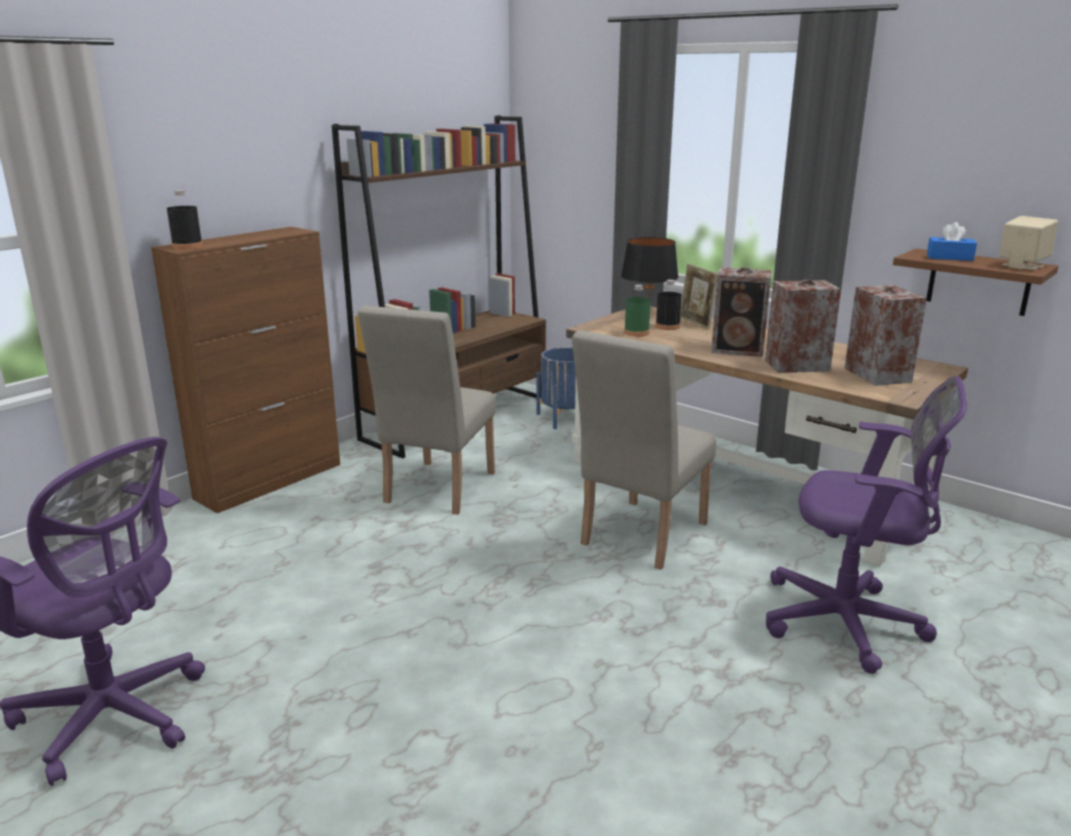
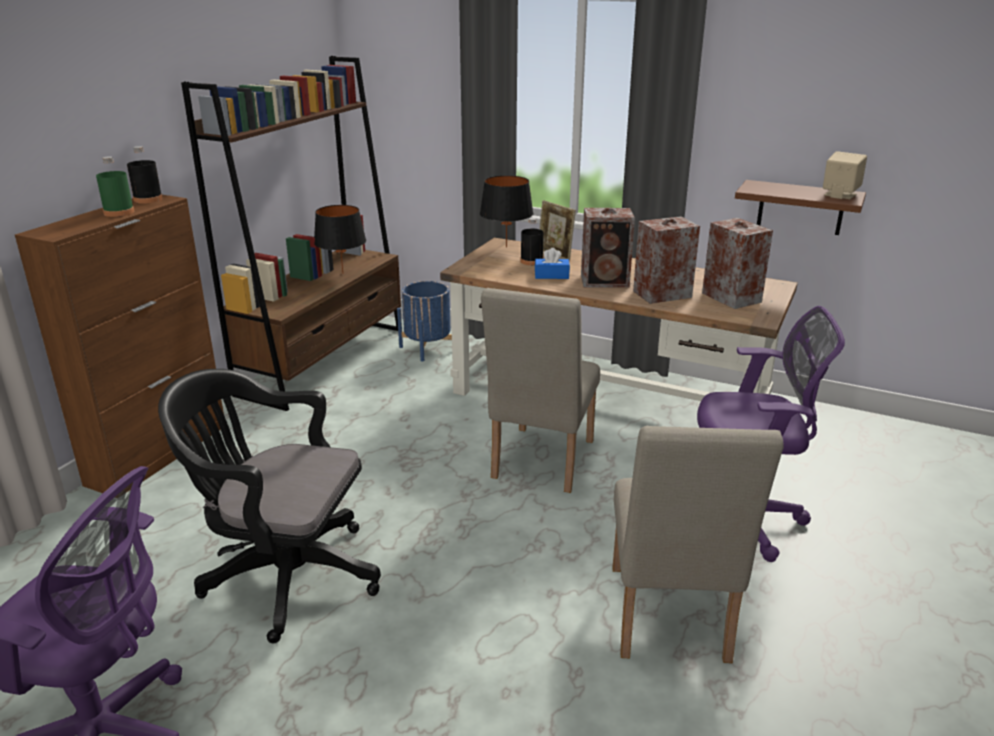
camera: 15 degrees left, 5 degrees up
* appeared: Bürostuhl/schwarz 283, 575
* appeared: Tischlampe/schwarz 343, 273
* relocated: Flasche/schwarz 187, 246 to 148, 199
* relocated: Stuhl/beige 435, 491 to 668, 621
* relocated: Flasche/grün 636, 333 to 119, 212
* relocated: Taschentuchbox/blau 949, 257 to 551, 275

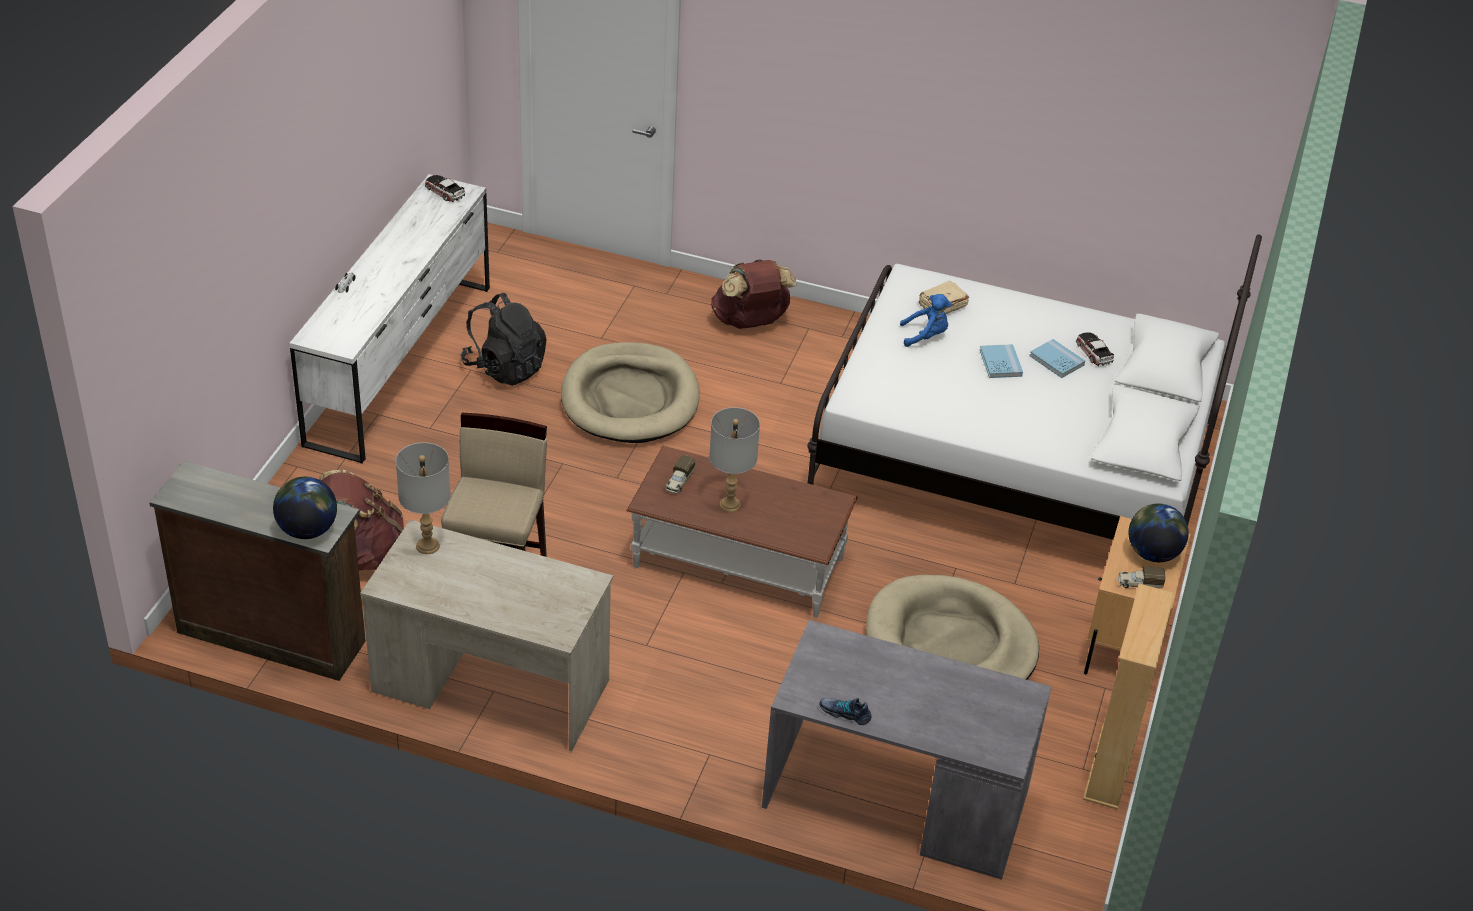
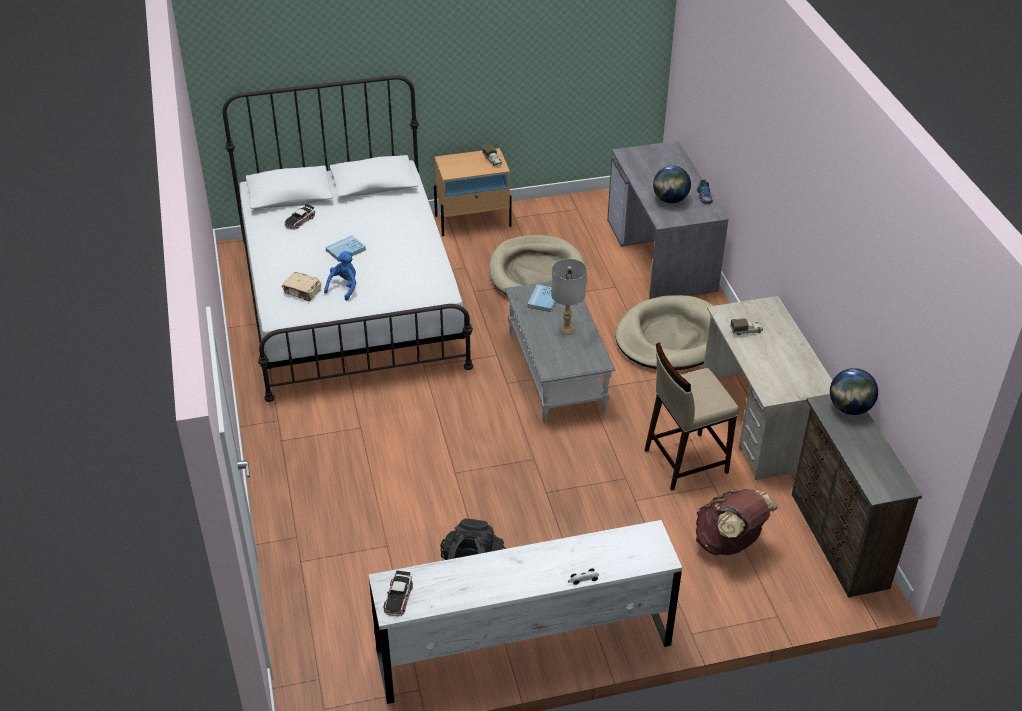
camera: 120 degrees left, 0 degrees up
* missing: Tischlampe/grau 427, 546
* missing: Rucksack/braun 750, 322
* missing: Bücherregal/beige 1110, 767
* relocated: Hundebett/beige 630, 399 to 671, 338
* relocated: Spielzeuglaster 679, 482 to 746, 331
* relocated: Buch/blau 1056, 360 to 544, 299
* relocated: Globus 1152, 553 to 670, 200
* colour: Couchtisch/braun 738, 563 to Couchtisch/grau 556, 371
* spun: Plüschtier/blau 926, 336 = 344, 287 60 degrees clockwise

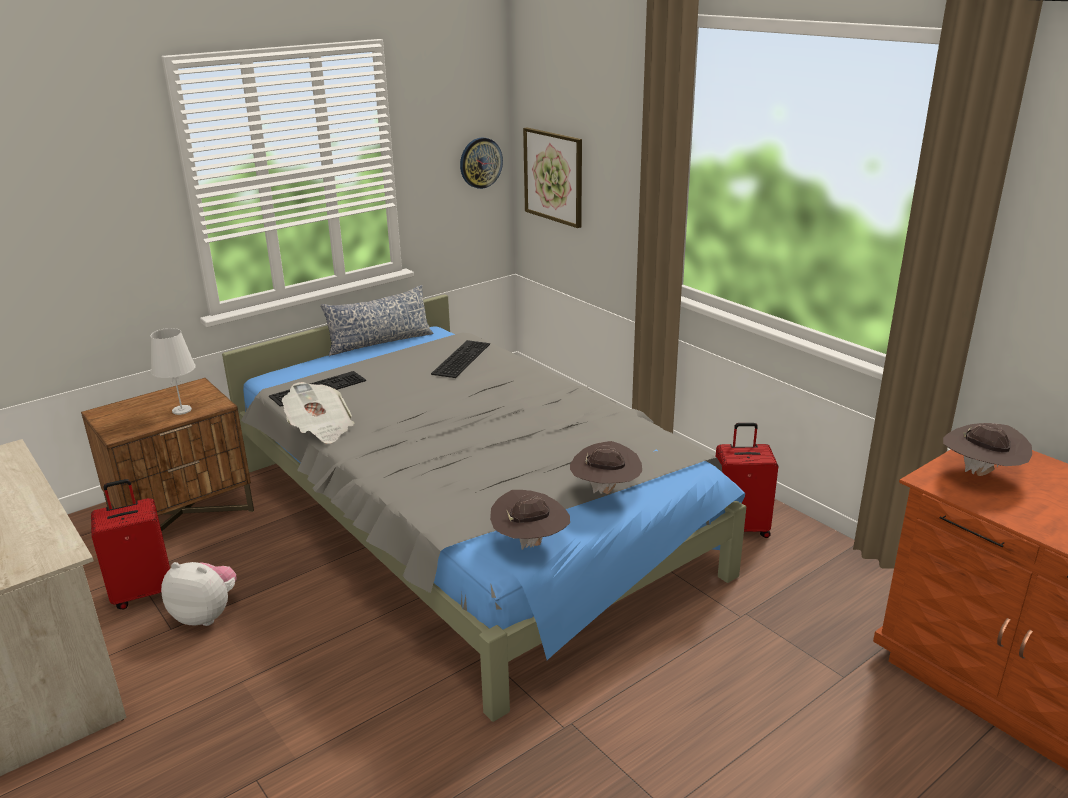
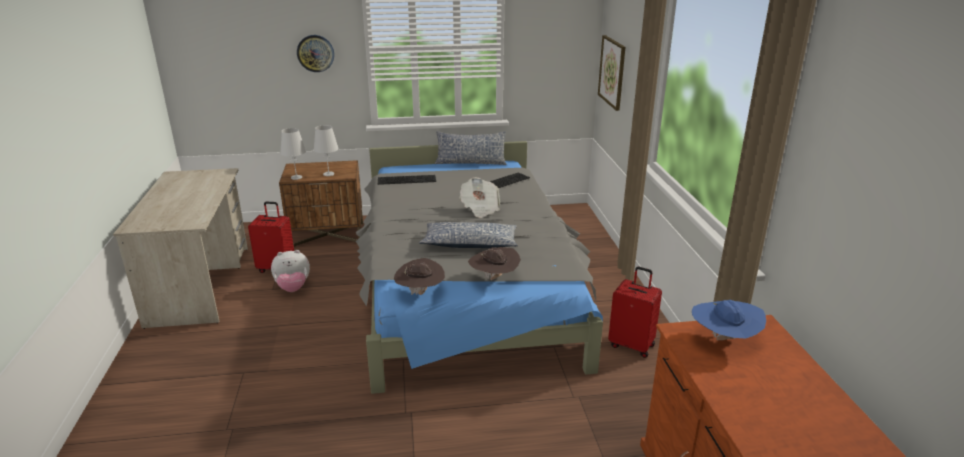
camera: 30 degrees right, 0 degrees up
* appeared: Tischlampe/weiß 296, 177
* appeared: Kissen 469, 244
* relocated: Zeitung 320, 428 to 480, 208
* relocated: Wanduhr 480, 163 to 315, 53
* colour: Hut/braun 980, 474 to Hut/blau 723, 340
* spun: Plüschtier 206, 615 = 293, 288 120 degrees clockwise

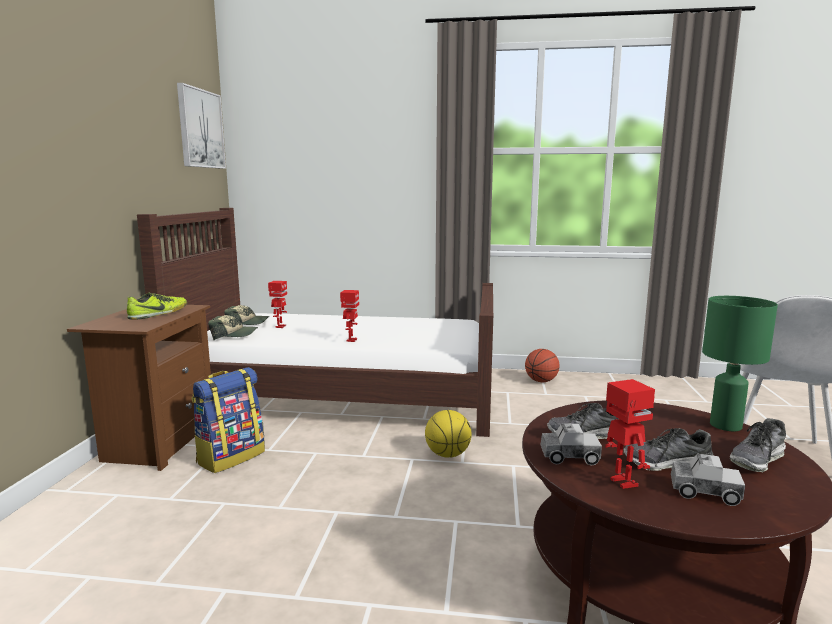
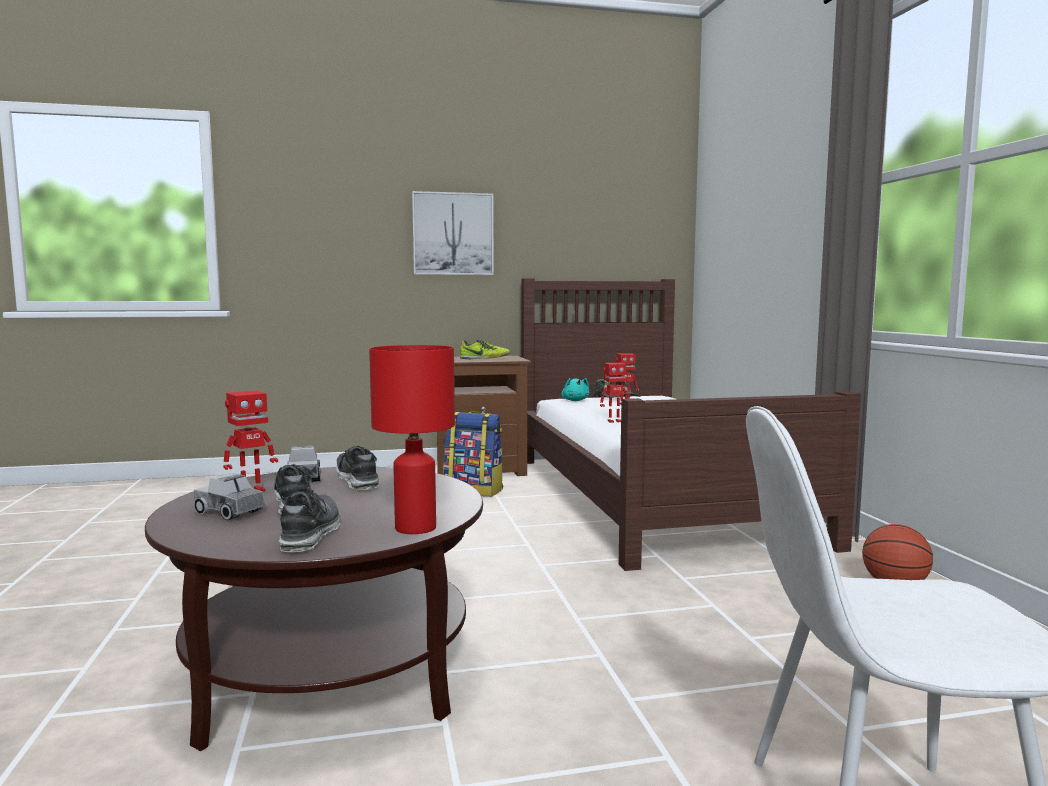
camera: 70 degrees right, 5 degrees down
* missing: Basketball 447, 454
* relocated: Bild 200, 129 to 453, 234
* exchanged: Kappe 234, 335 to Plüschtier/türkis 575, 400
* colour: Tischlampe/grün 726, 425 to Tischlampe/rot 415, 528
* spun: Spielzeuglaster 704, 492 = 230, 512 120 degrees clockwise
* spun: Schuh 757, 459 = 310, 534 60 degrees clockwise

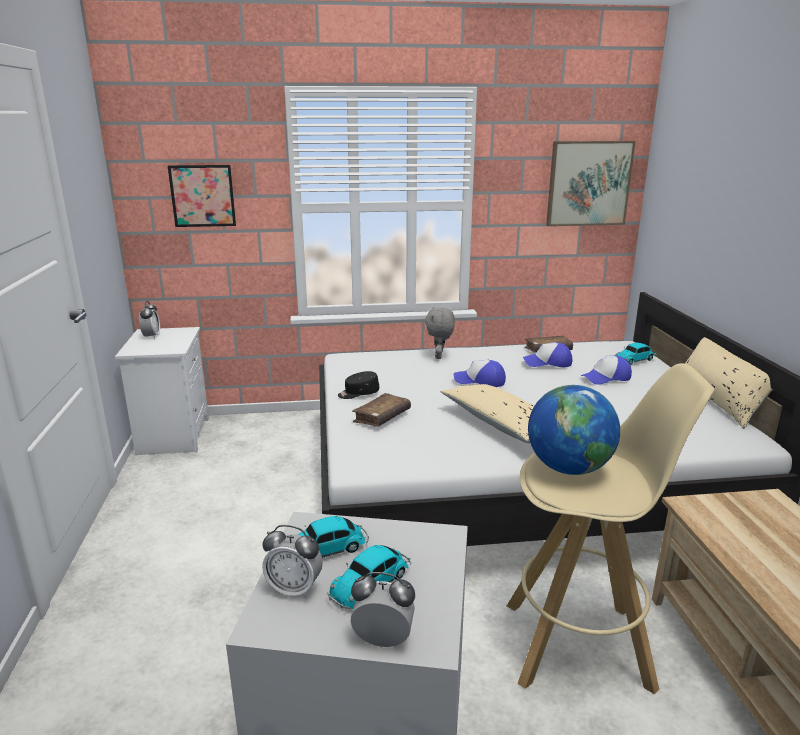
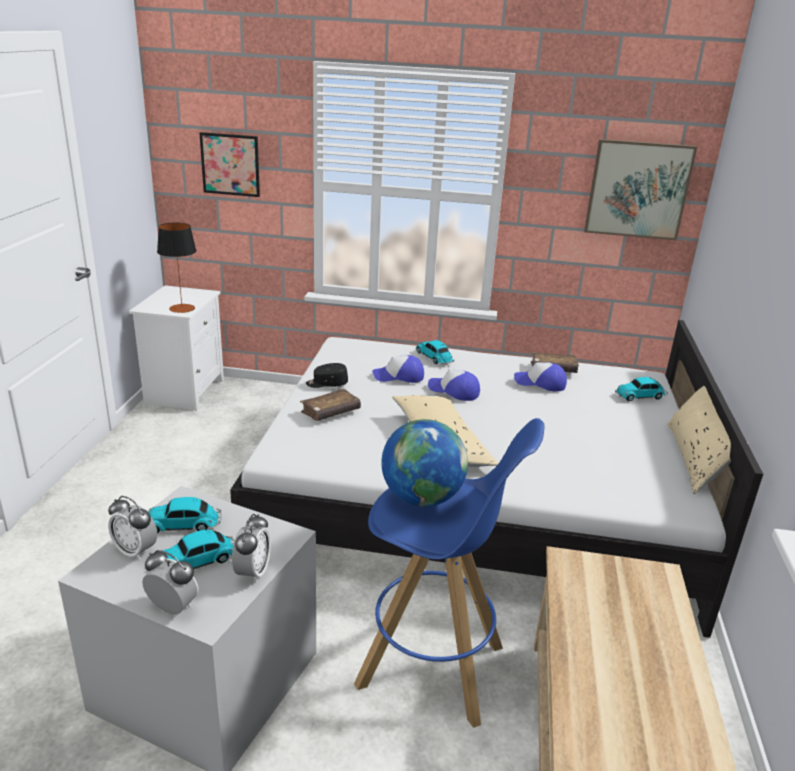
camera: 15 degrees right, 5 degrees up
* appeared: Tischlampe 182, 308
* relocated: Wecker 151, 336 to 252, 572
* relocated: Kappe 606, 378 to 399, 376
* exchanged: Plüschtier/grau 439, 356 to Spielzeugauto 434, 357
* colour: Hocker/beige 579, 645 to Hocker/blau 433, 666

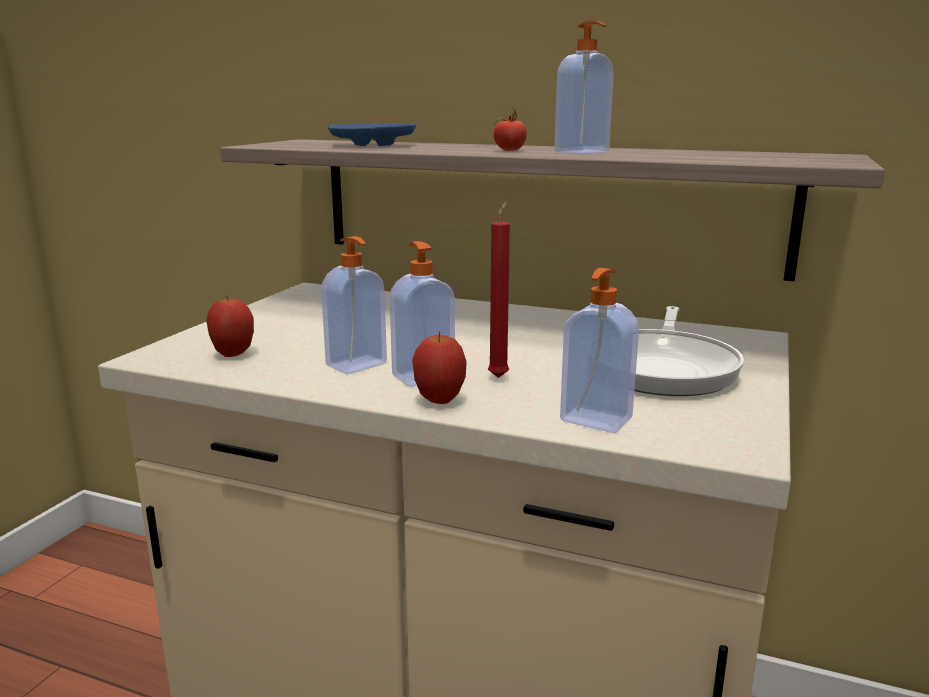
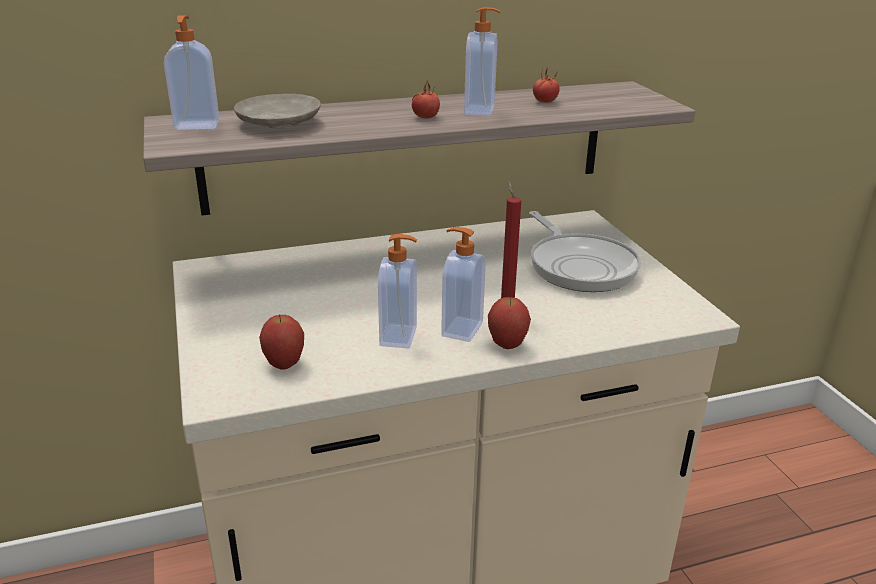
camera: 40 degrees left, 10 degrees up
* appeared: Tomate 545, 102
* relocated: Seifenspender 595, 421 to 197, 125
* colour: Teller/blau 371, 145 to Teller/beige 278, 123

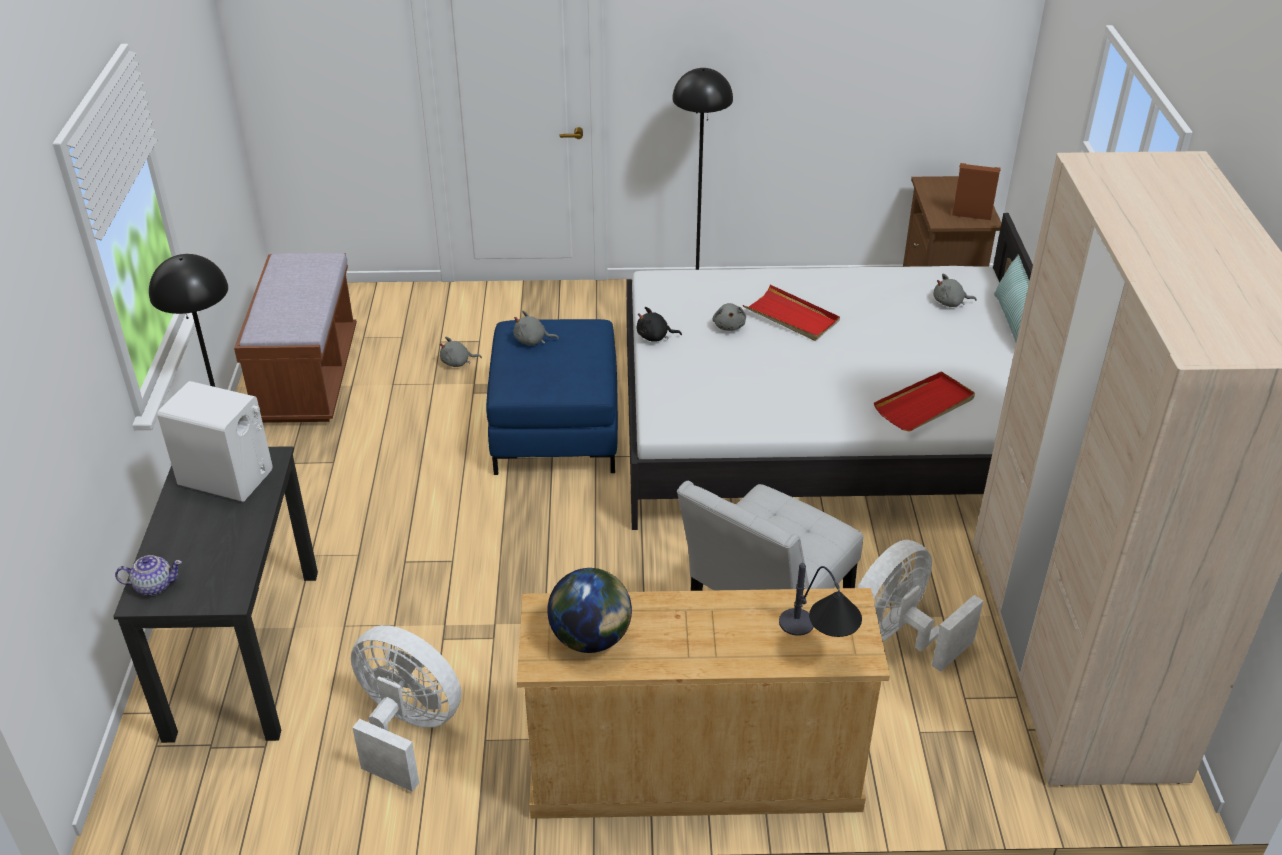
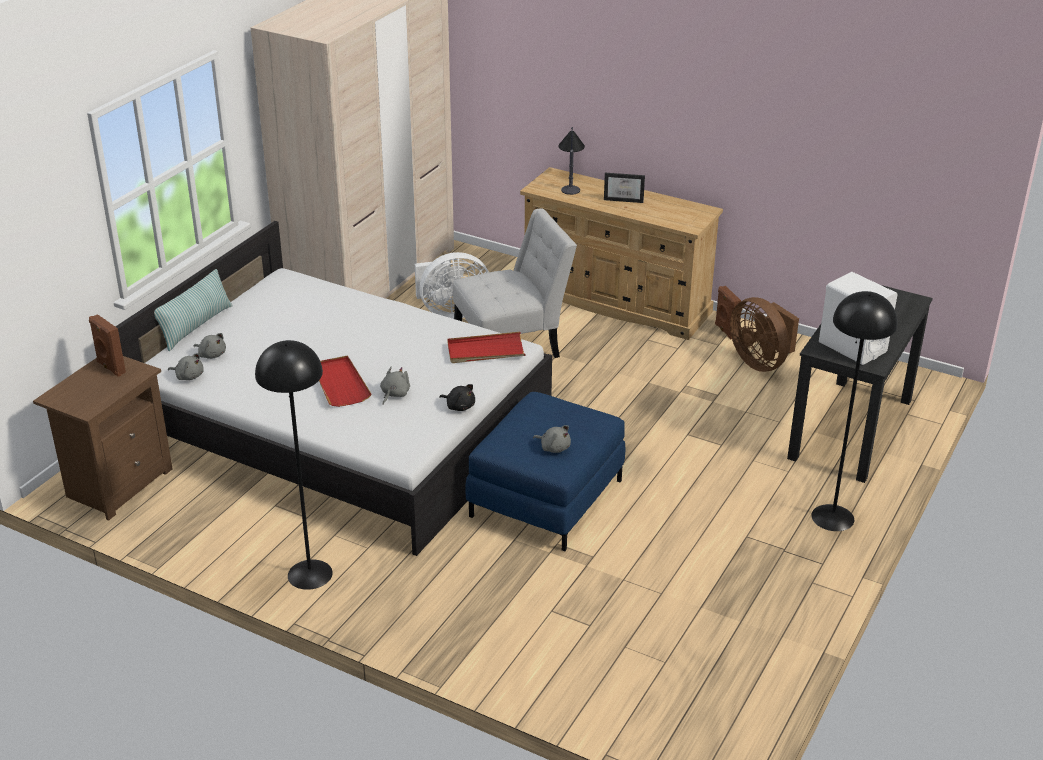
camera: 150 degrees left, 5 degrees down
* missing: Teekanne 153, 586
* missing: Bank/braun 307, 378
* missing: Globus 591, 638
* appeared: Bilderrahmen 624, 199
* appeared: Lautsprecher/braun 725, 331
* relocated: Plüschtier/grau 457, 362 to 188, 376
* relocated: Tablett/rot 925, 405 to 485, 351
* colour: Ventilator/weiß 406, 729 to Ventilator/braun 761, 362

